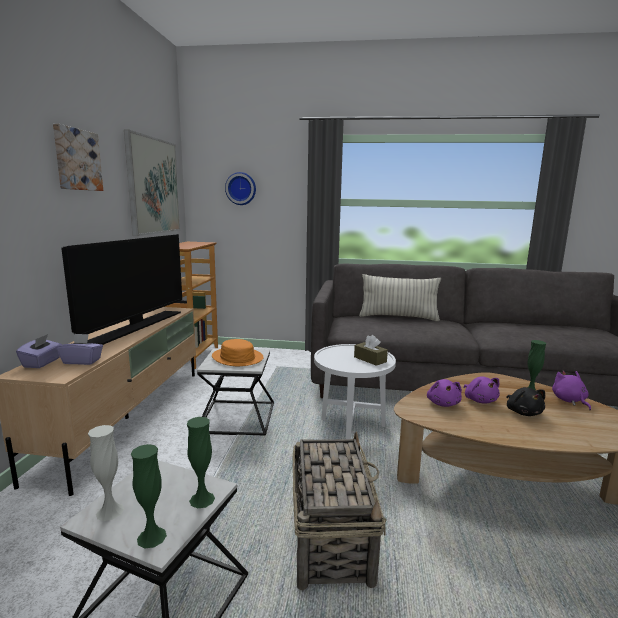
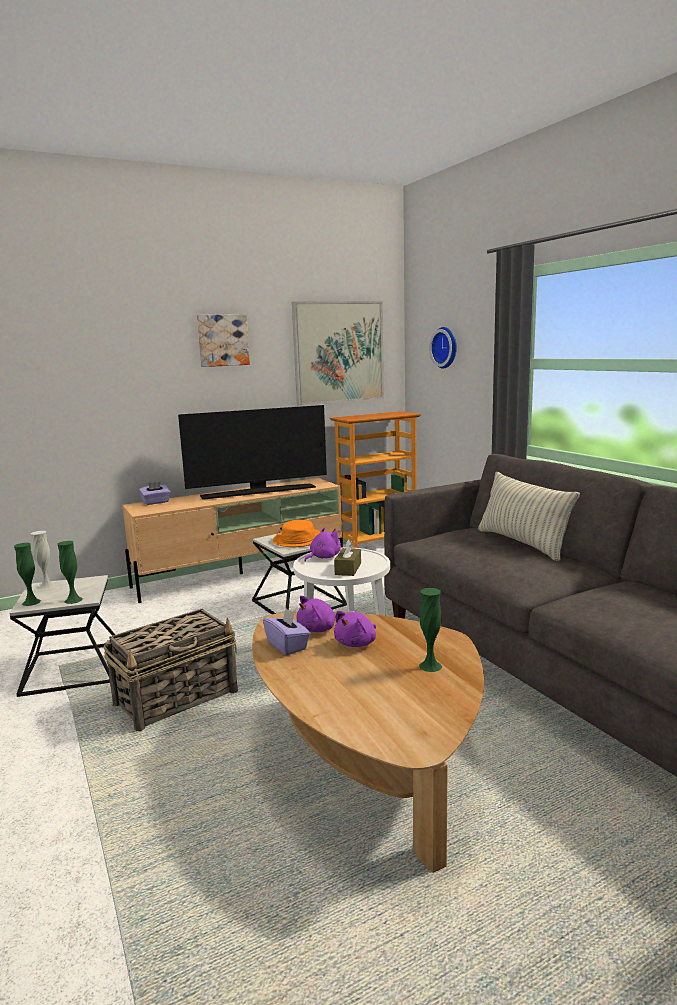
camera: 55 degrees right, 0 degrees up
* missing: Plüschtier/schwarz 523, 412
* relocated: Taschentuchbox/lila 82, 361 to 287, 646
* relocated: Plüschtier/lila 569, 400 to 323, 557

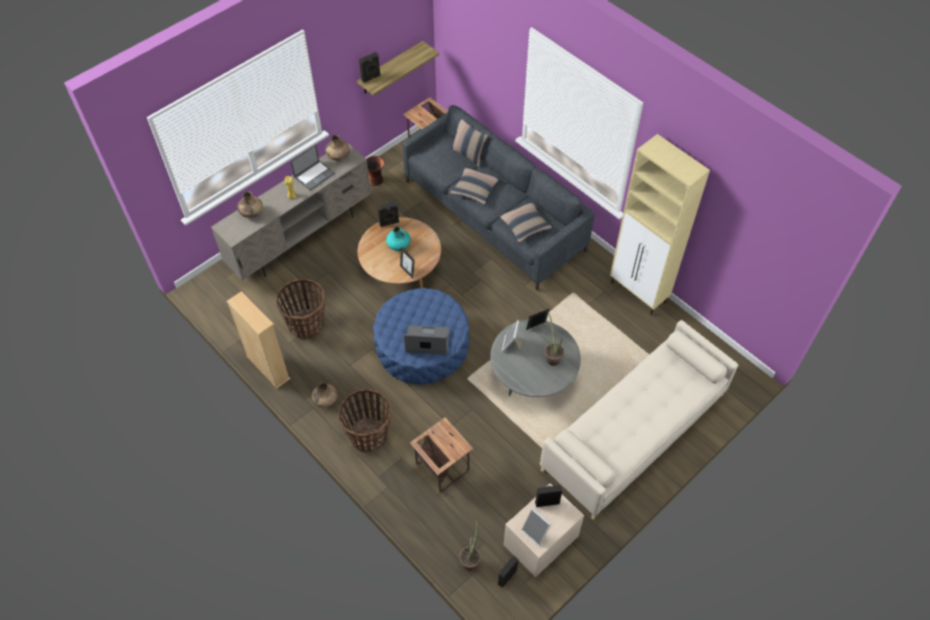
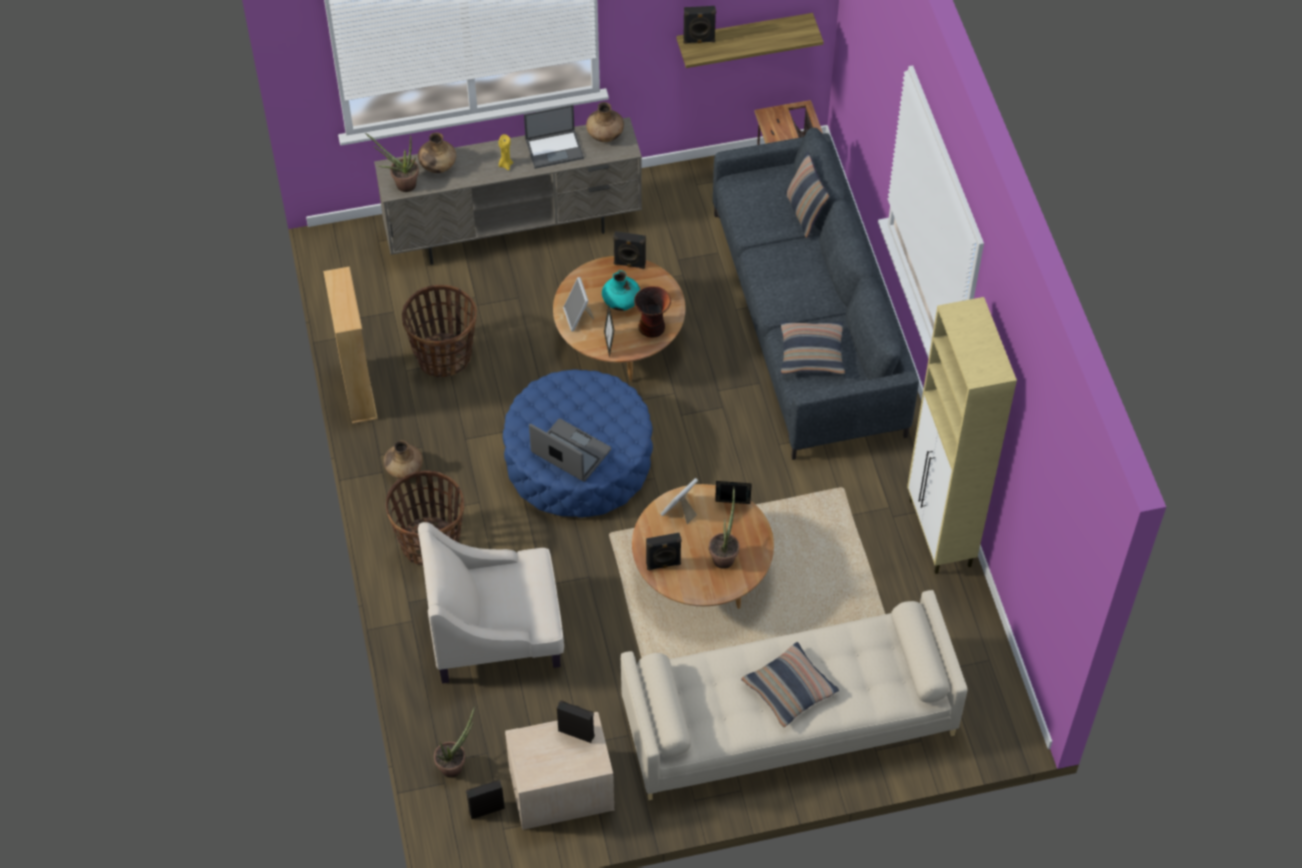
camera: 30 degrees right, 0 degrees up
* appeared: Topfpflanze 401, 184
* appeared: Lautsprecher/schwarz 663, 564
* relocated: Vase 376, 180 to 653, 327
* relocated: Kissen 475, 189 to 789, 689
* relocated: Bilderrahmen 536, 532 to 578, 317
* exchanged: Beistelltisch 442, 467 to Sessel/beige 496, 631
* colour: Couchtisch/grau 533, 376 to Couchtisch/braun 701, 575

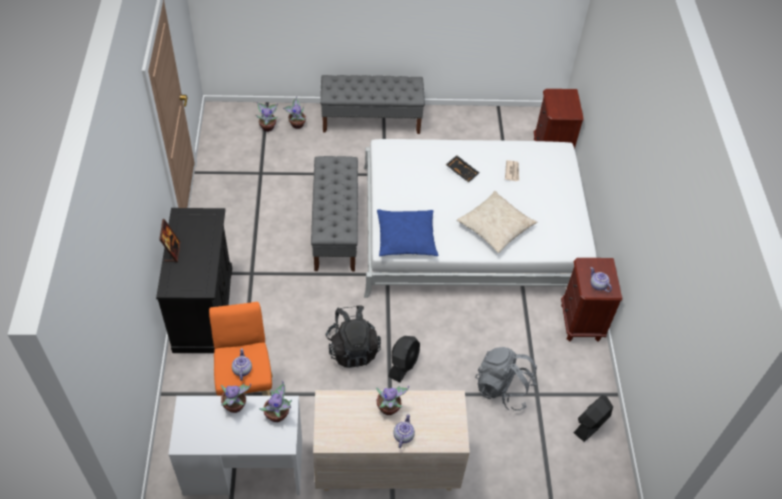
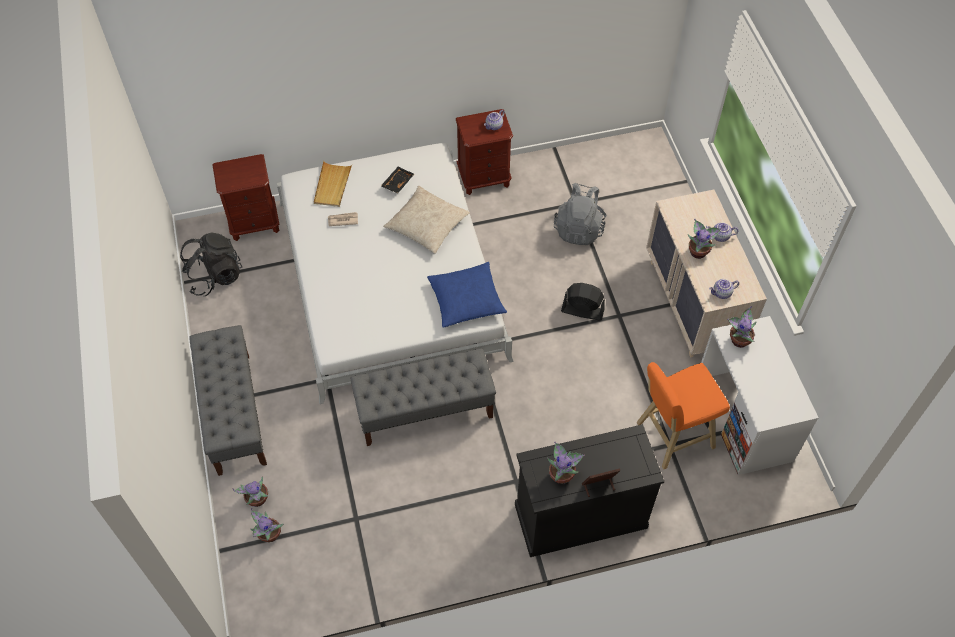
camera: 100 degrees left, 5 degrees up
* missing: Ventilator/schwarz 591, 424
* appeared: Tablett/beige 332, 186
* relocated: Topfpflanze 235, 406 to 562, 474
* relocated: Teekanne 241, 370 to 722, 293
* relocated: Rucksack/schwarz 352, 348 to 214, 276
* relocated: Tablett/schwarz 462, 171 to 397, 182

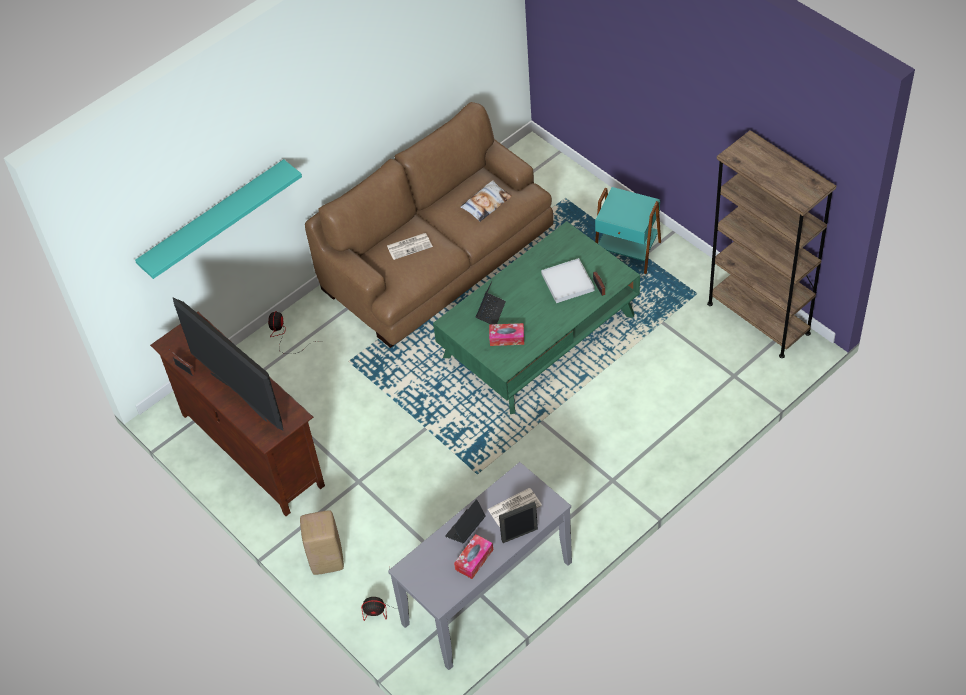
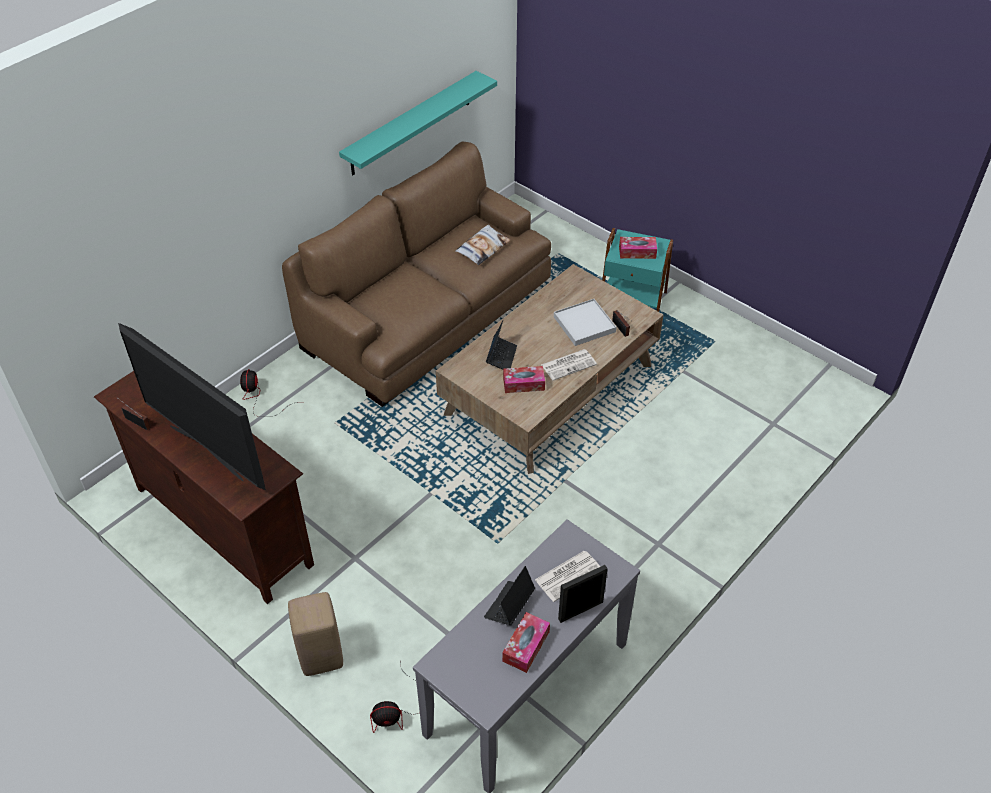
camera: 10 degrees left, 5 degrees down
* missing: Bücherregal/braun 758, 318
* appeared: Taschentuchbox 637, 252
* relocated: Wandregal/türkis 214, 219 to 411, 123
* relocated: Zeitung 410, 246 to 569, 364
* colour: Couchtisch/grün 539, 335 to Couchtisch/braun 550, 389

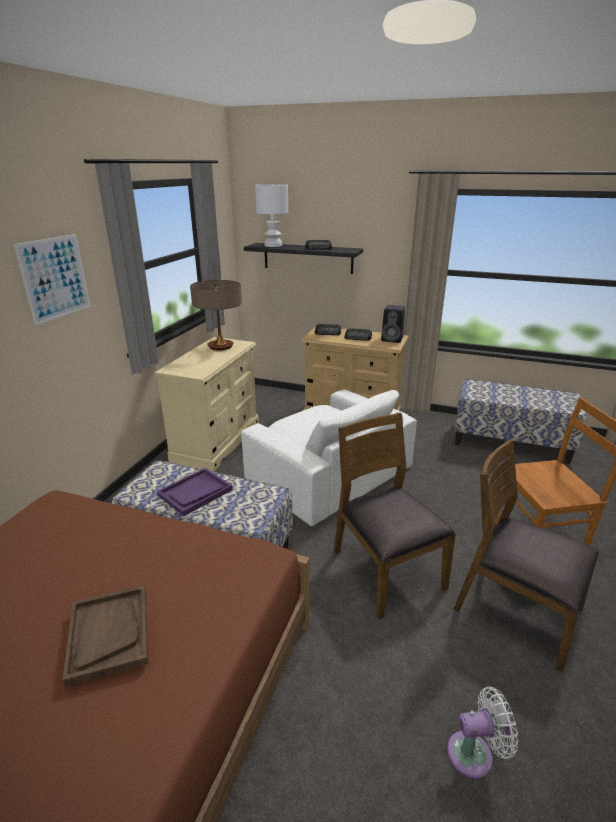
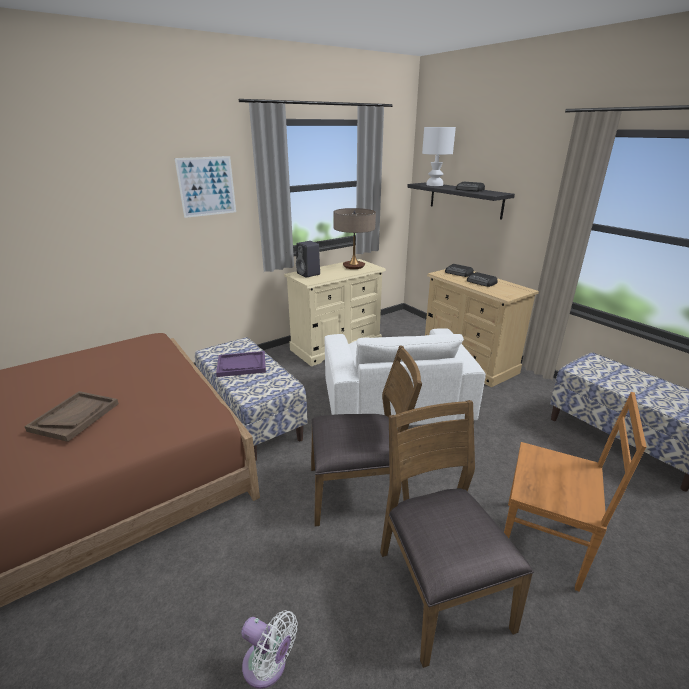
camera: 35 degrees right, 0 degrees up
* relocated: Lautsprecher/schwarz 393, 339 to 309, 274
* spun: Stuhl/braun 385, 569 = 358, 491 75 degrees clockwise

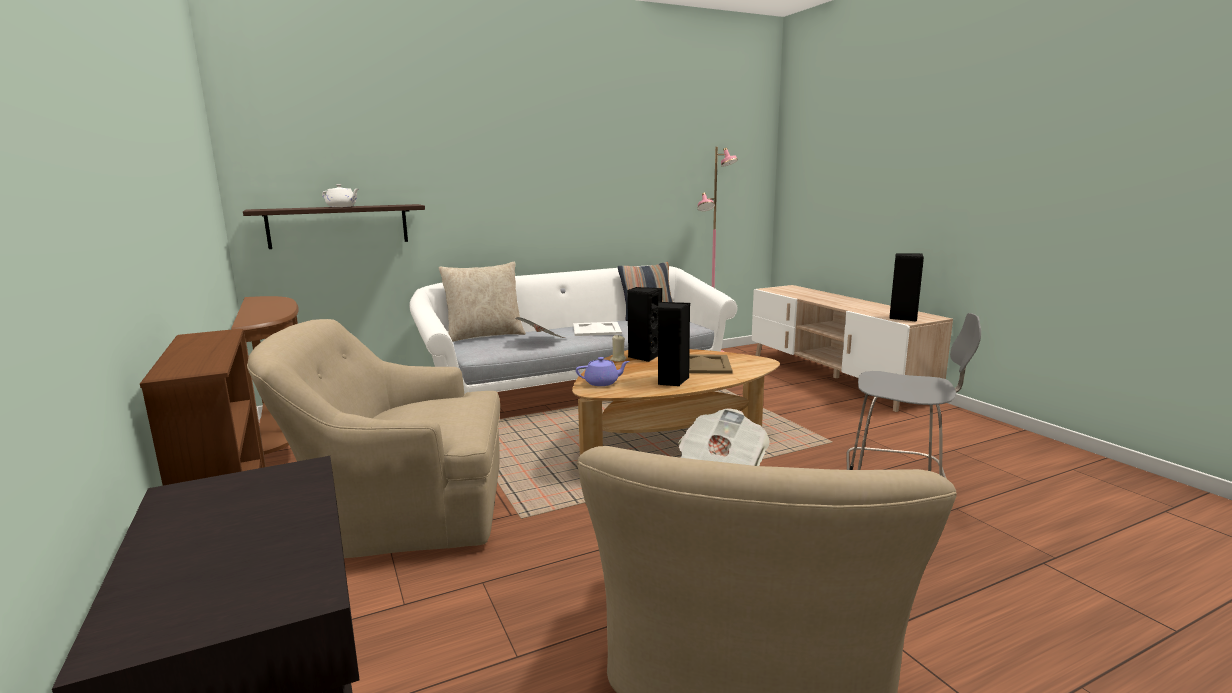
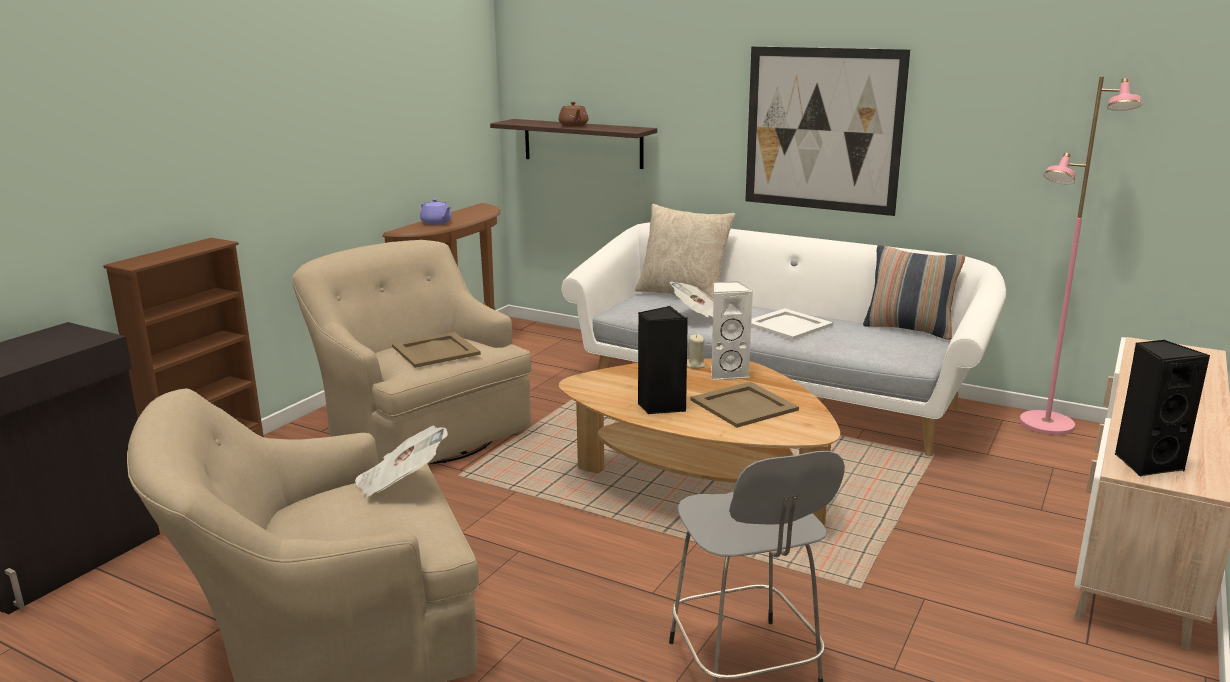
camera: 55 degrees right, 5 degrees up
* appeared: Tablett/beige 436, 350
* appeared: Bild 823, 130
* relocated: Teekanne/lila 602, 383 to 437, 223
* colour: Teekanne/weiß 342, 207 to Teekanne/braun 573, 125
* colour: Lautsprecher/schwarz 644, 356 to Lautsprecher/weiß 727, 372

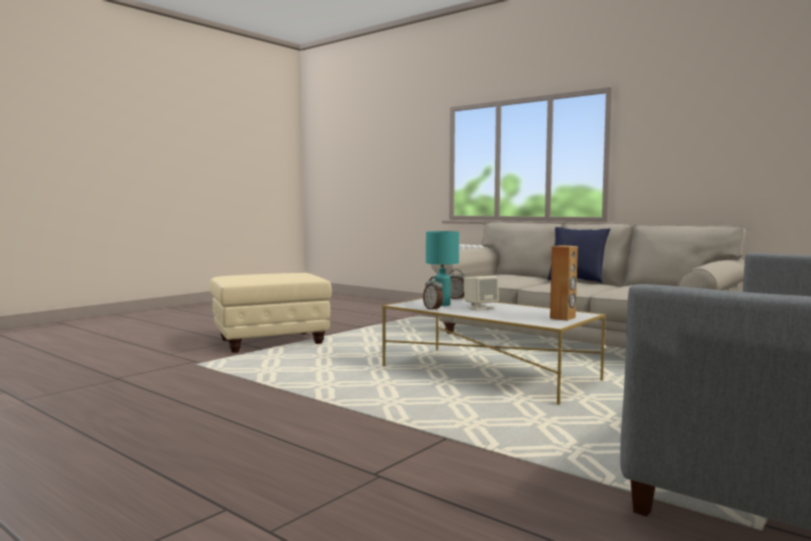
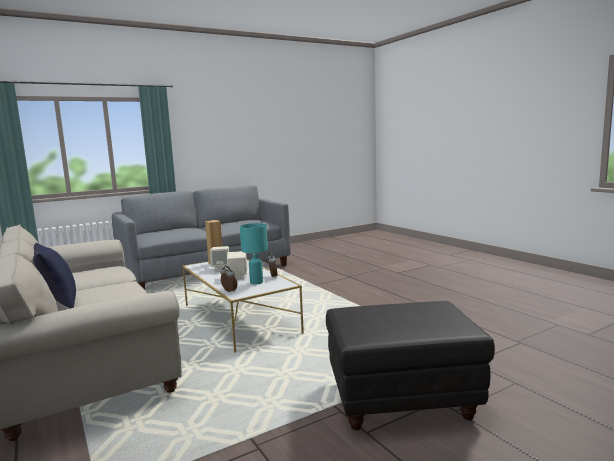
camera: 160 degrees left, 5 degrees up
* appeared: Lautsprecher/beige 221, 268
* colour: Polsterhocker/beige 271, 342 to Polsterhocker/schwarz 402, 401

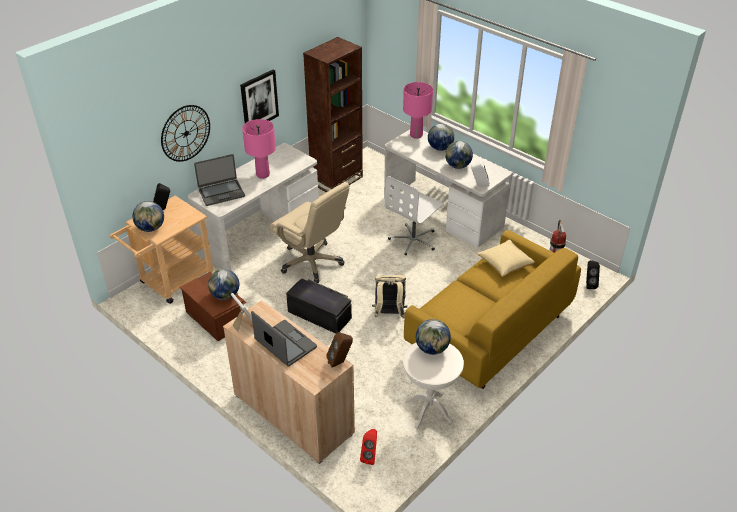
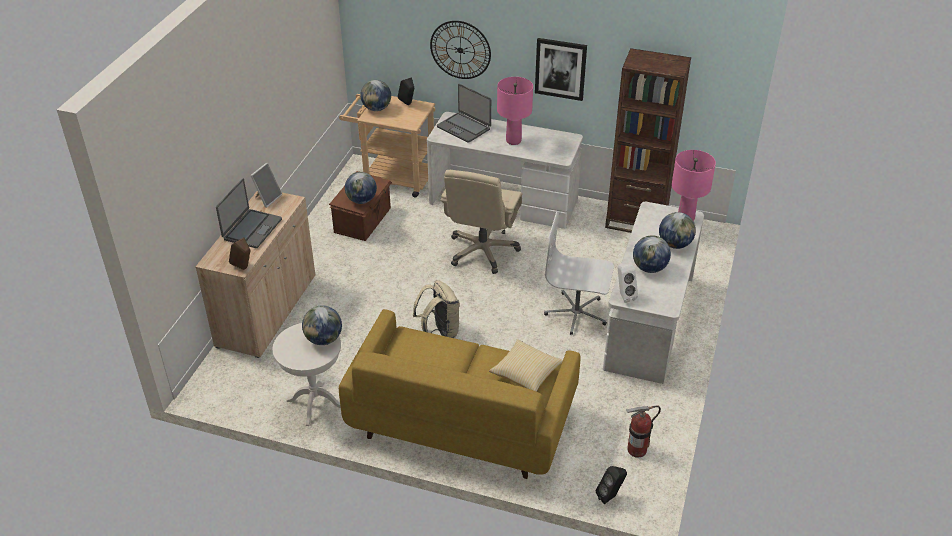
camera: 65 degrees right, 0 degrees up
* missing: Aufbewahrungsbox/schwarz 320, 314
* missing: Lautsprecher/rot 370, 456

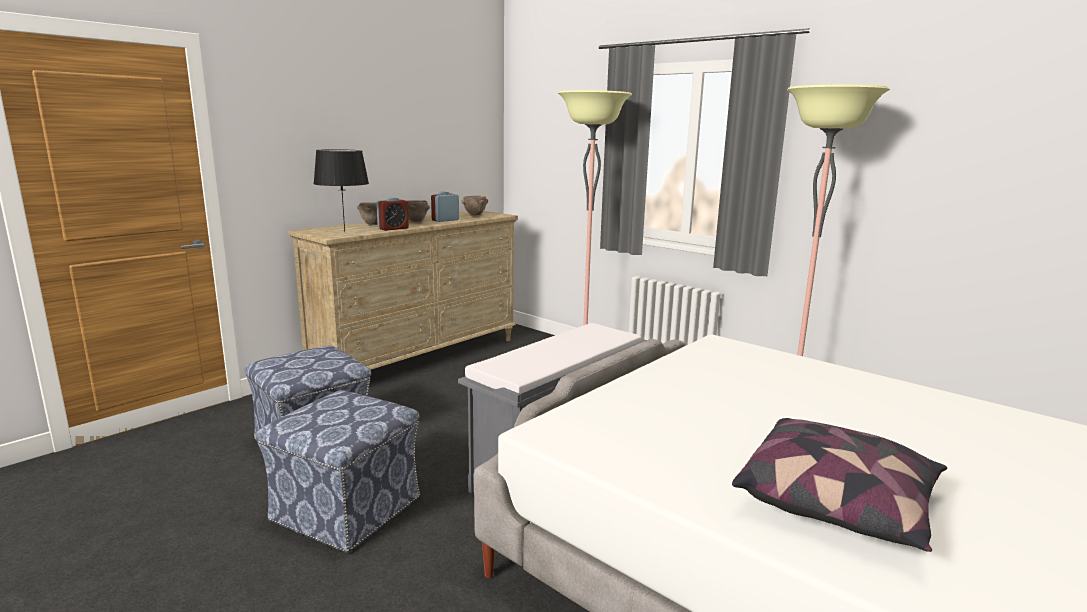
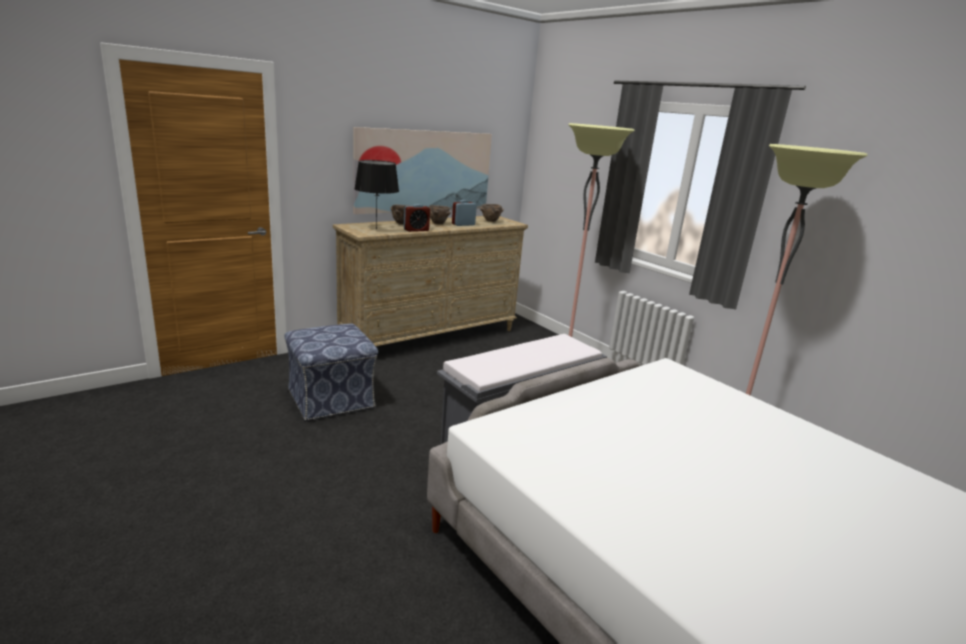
camera: 10 degrees right, 5 degrees up
* missing: Polsterhocker 347, 508
* missing: Kissen 838, 503
* appeared: Bild 425, 171

